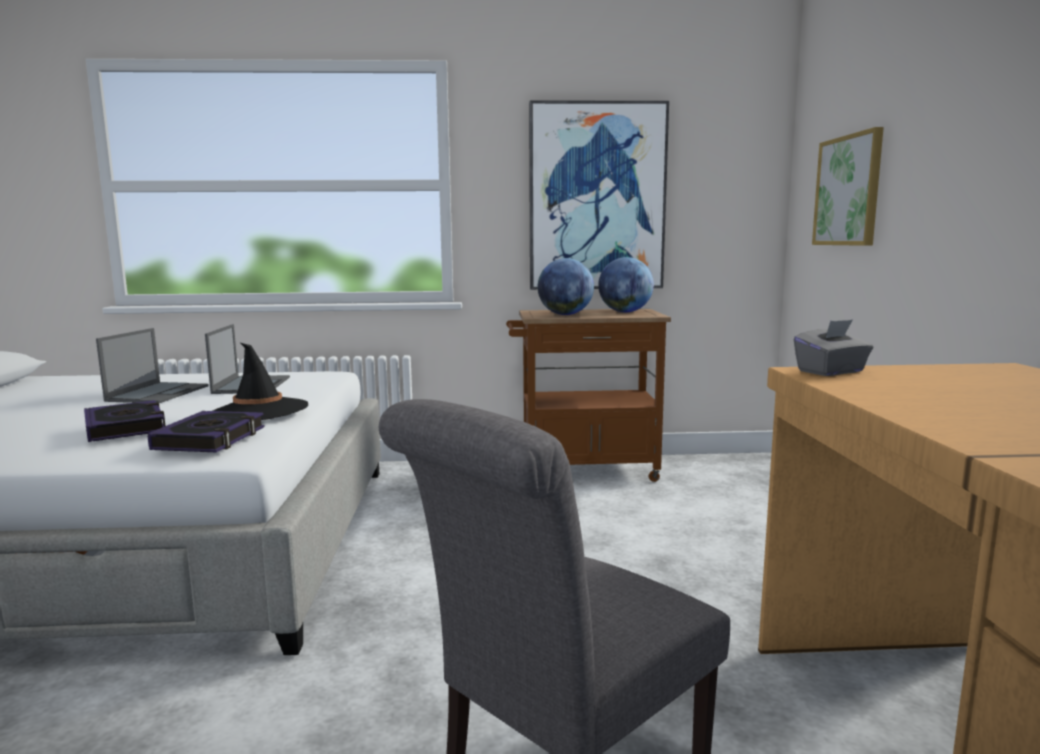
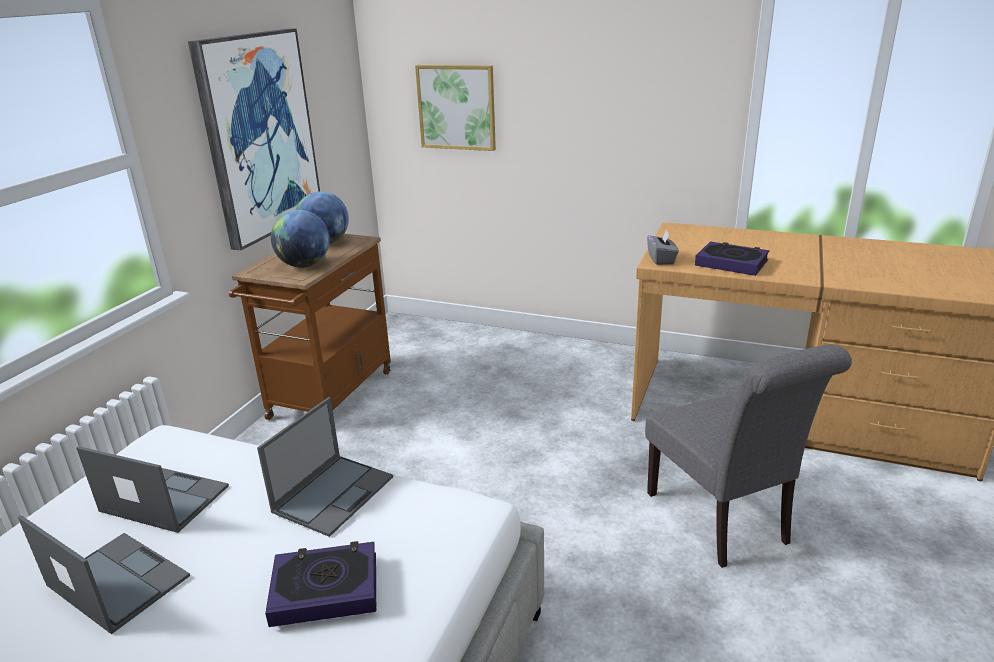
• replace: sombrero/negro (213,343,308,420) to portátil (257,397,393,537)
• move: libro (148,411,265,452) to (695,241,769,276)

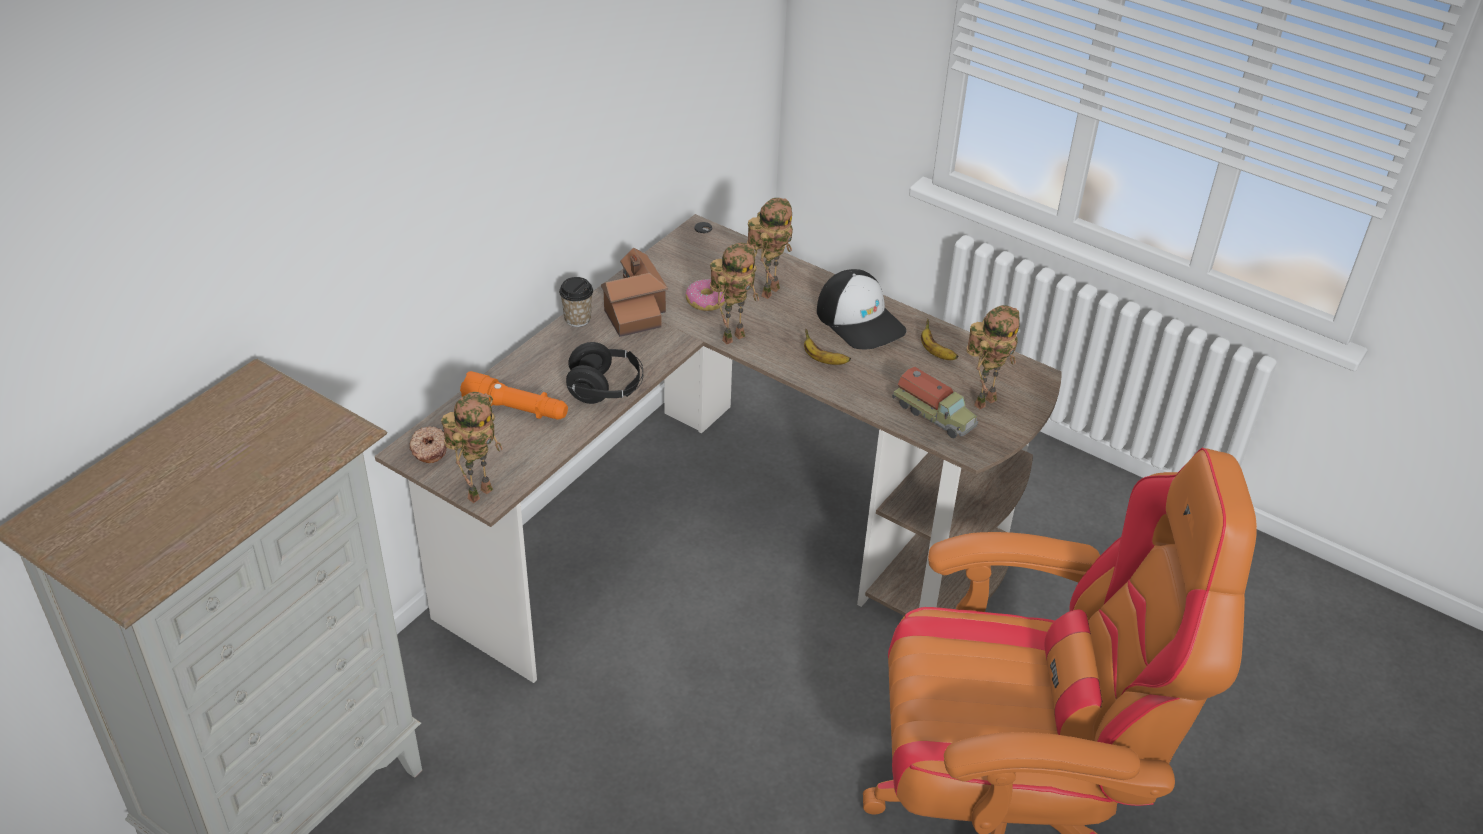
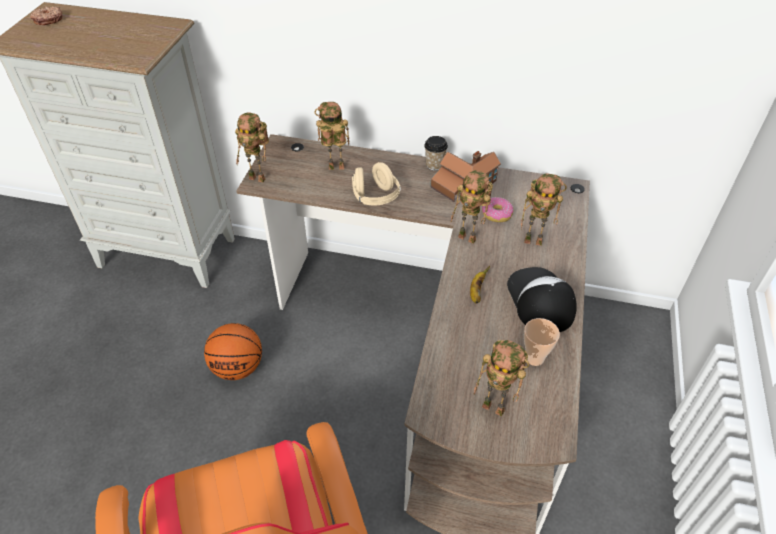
• move: rosquilla (410,426,447,463) to (30,6,62,25)
• insert: balón de baloncesto (204,323,262,380)
• replace: linterna/naranja (460,371,568,420) to robot de juguete (315,102,349,170)
• recolor: auriculares/negro (566,342,643,404) to auriculares/beis (352,162,401,205)
• rotate: gorra (817,269,906,349) = (507,267,577,332) 135 degrees clockwise
• replace: plátano (921,319,959,360) to taza (524,318,560,366)
• delete: camión de juguete (892,367,978,438)

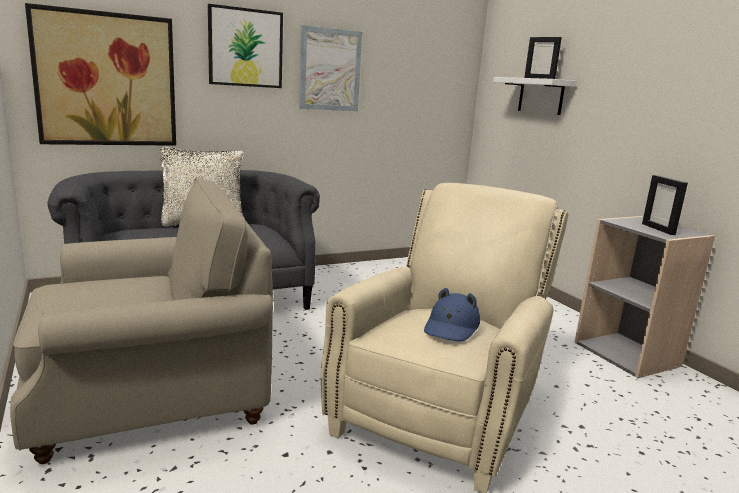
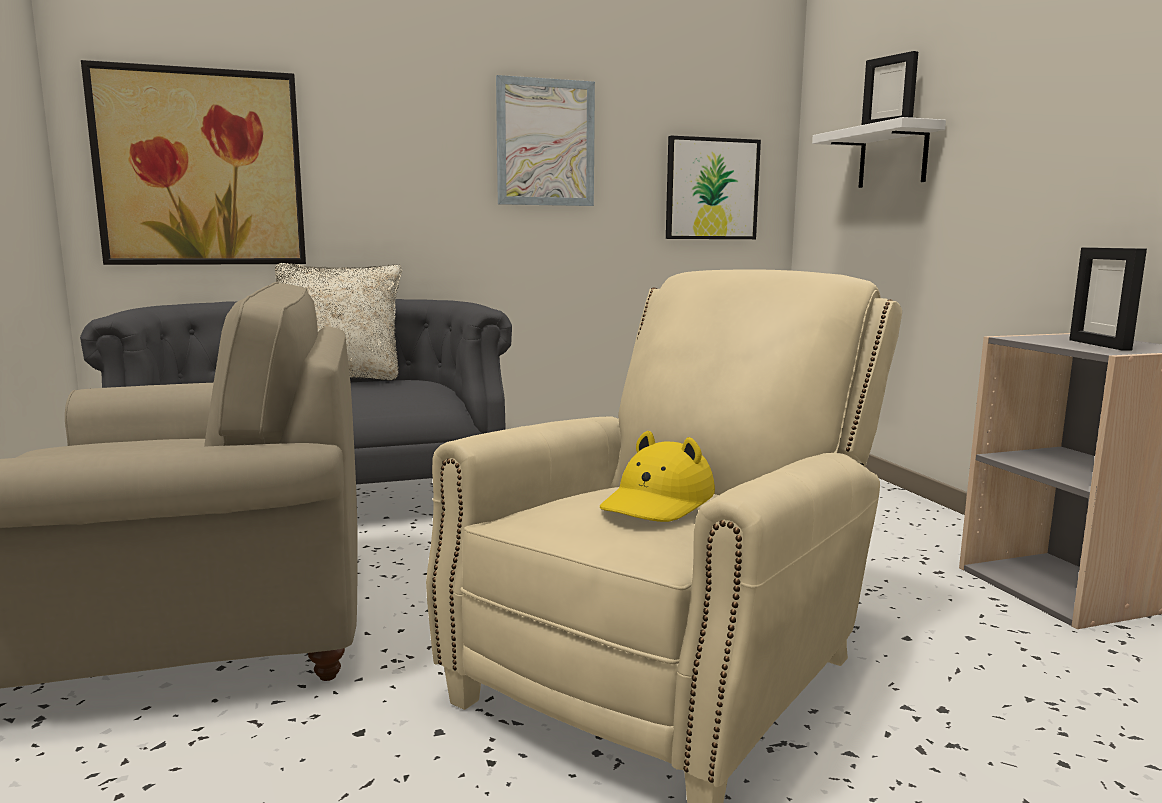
• recolor: sombrero/azul (424,288,480,342) to sombrero/amarillo (600,431,715,522)
• move: cuadro (208,4,283,88) to (666,136,761,239)

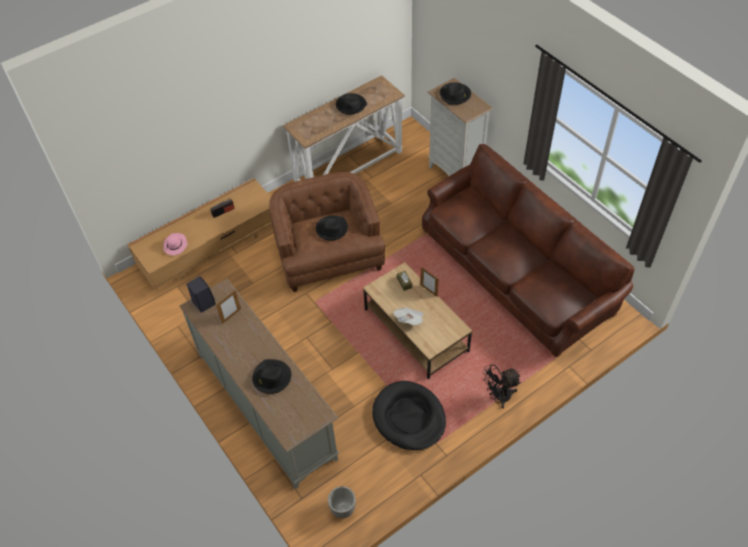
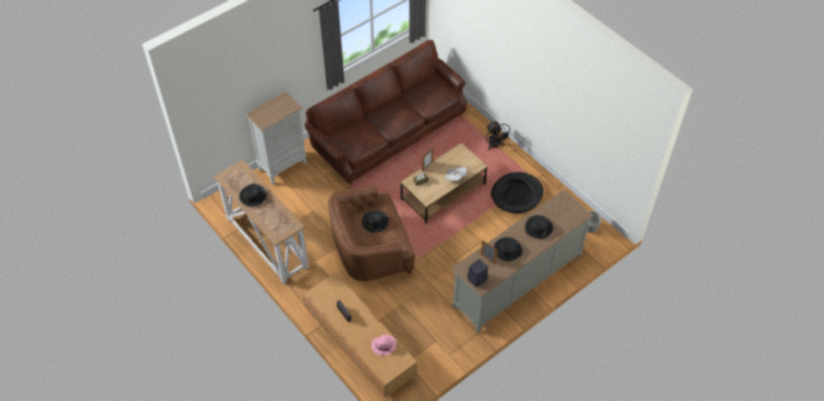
• move: sombrero/negro (440,82,471,105) to (494,237,523,261)

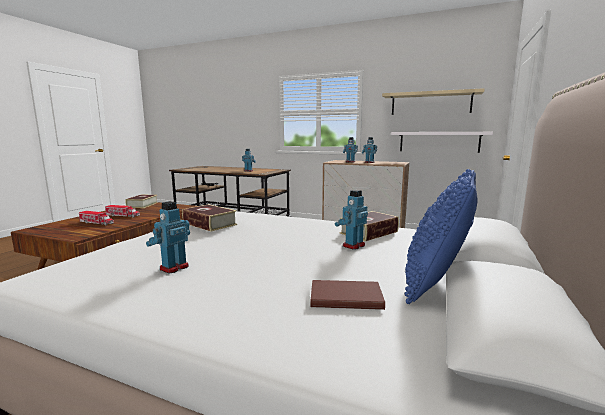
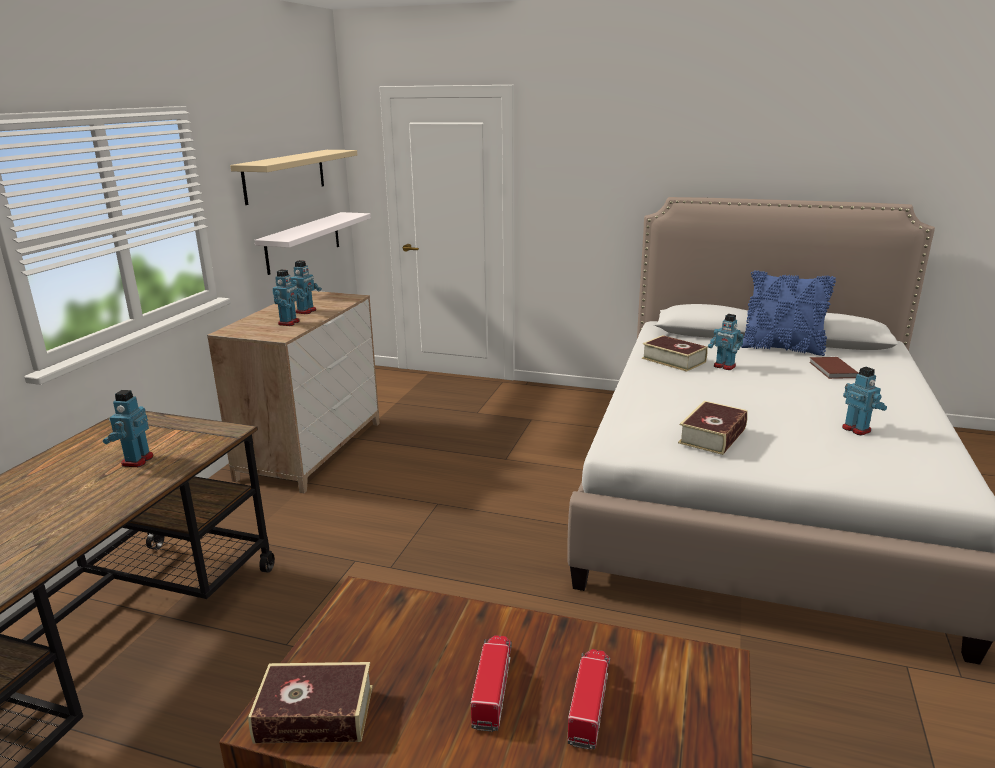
• rotate: robot de juguete (146,201,190,273) = (842,367,887,436) 150 degrees counterclockwise

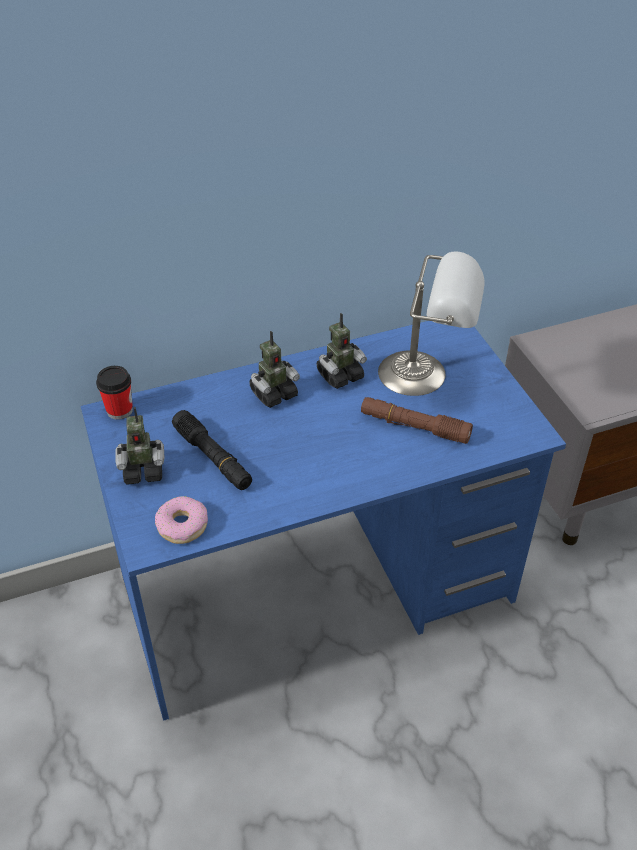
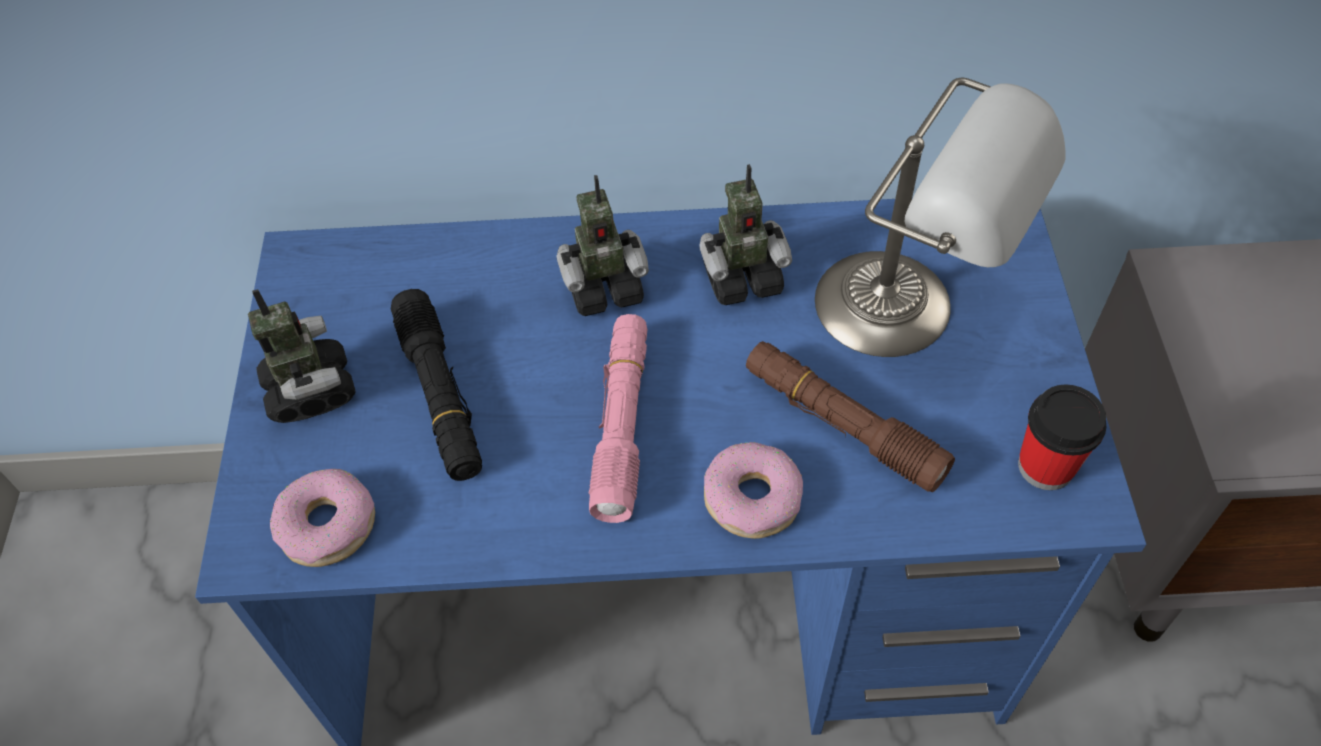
• rotate: robot de juguete (115,407,165,485) = (248,289,356,423) 120 degrees counterclockwise
• insert: linterna/rosa (589,314,647,523)
• insert: rosquilla (704,442,803,539)
• move: taza (96,366,133,420) to (1018,384,1106,490)

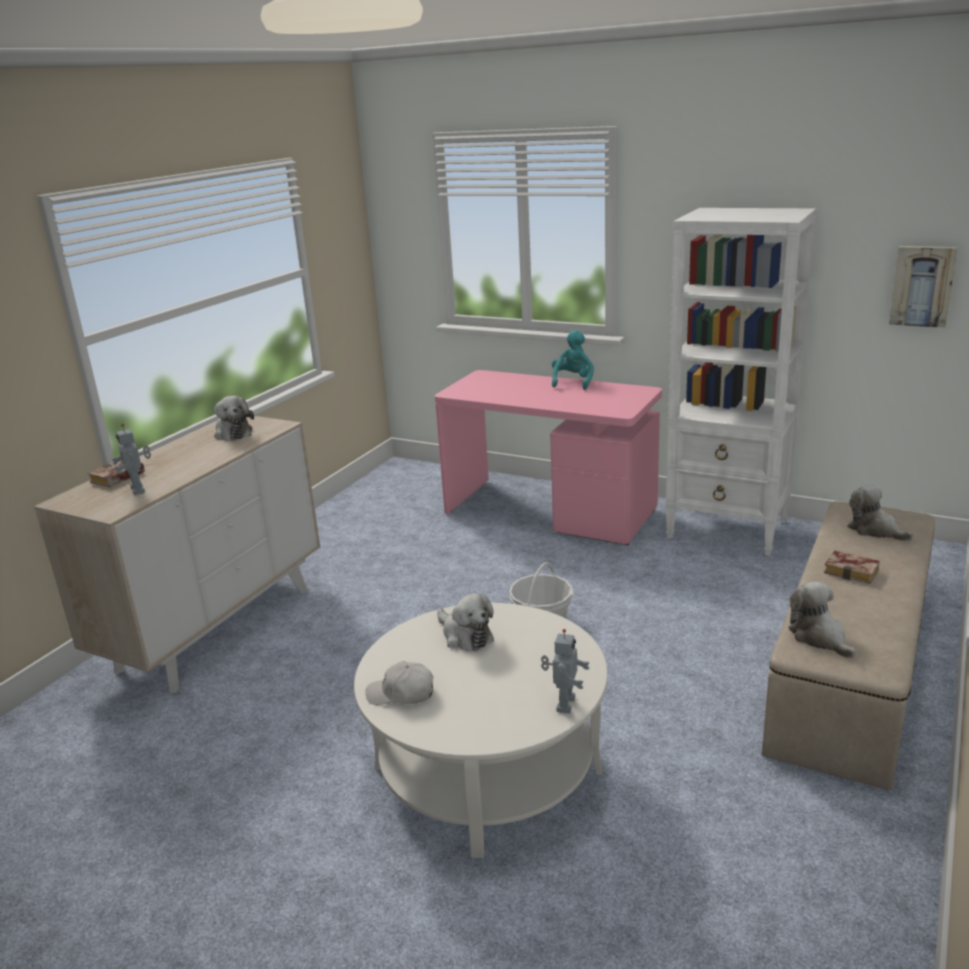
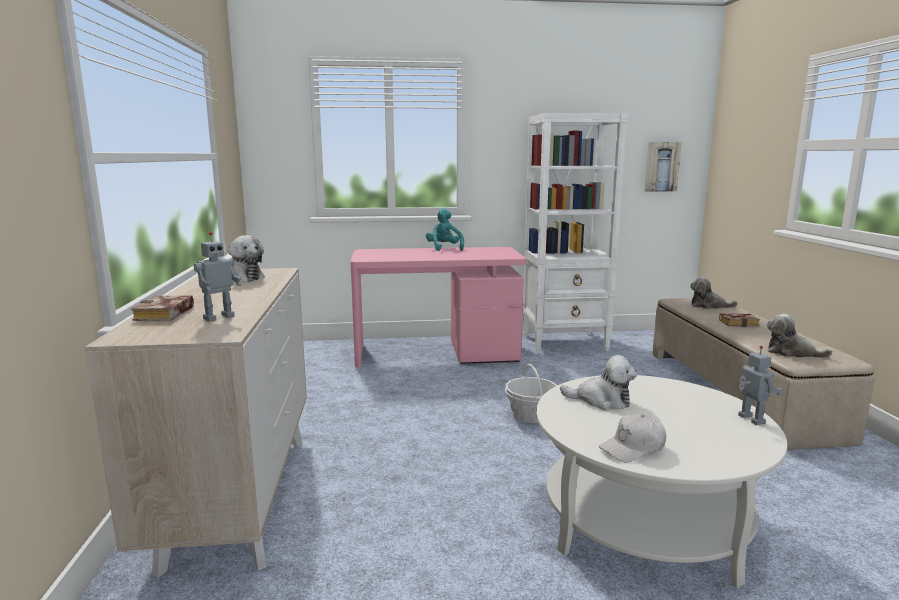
• rotate: robot de juguete (112,424,151,495) = (194,232,241,322) 75 degrees counterclockwise

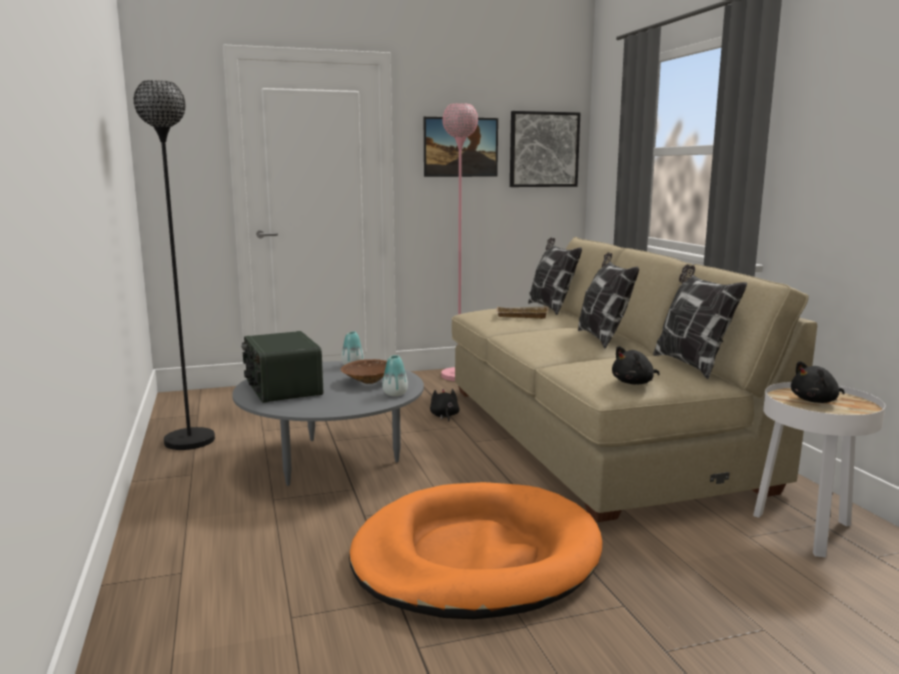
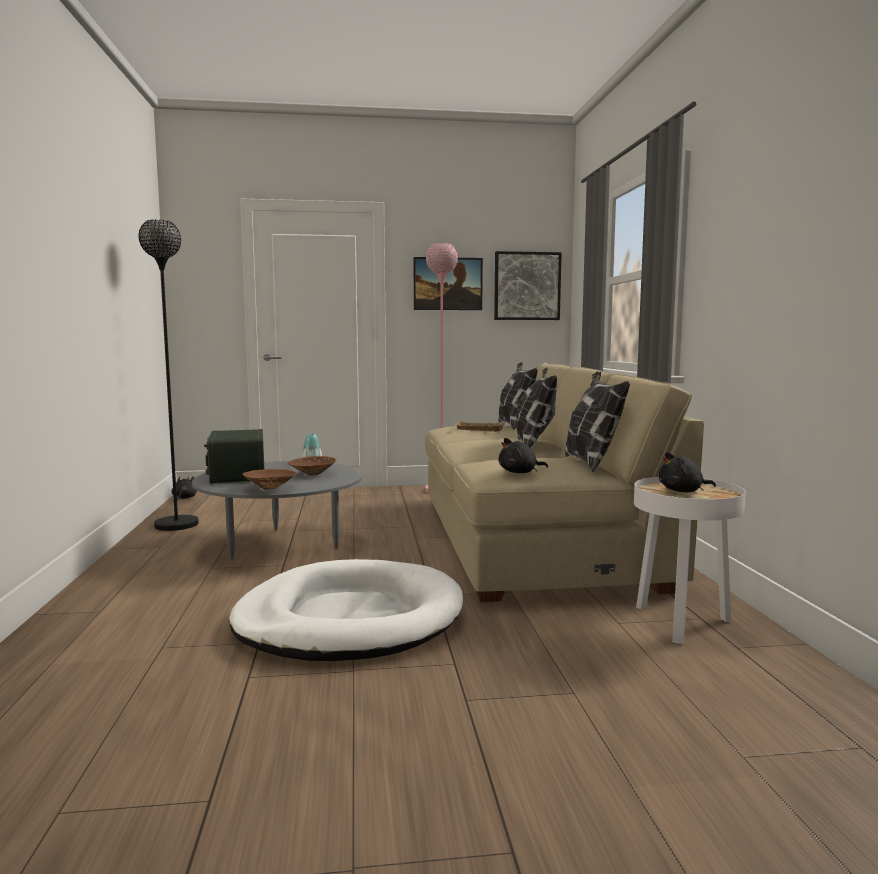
• move: peluche/negro (430,389,460,422) to (172,477,197,501)
• recolor: cama para perro/naranja (349,482,602,619) to cama para perro/blanco (229,559,463,661)
• insert: cuenco/marrón (242,469,297,489)
• delete: florero (382,355,408,396)

